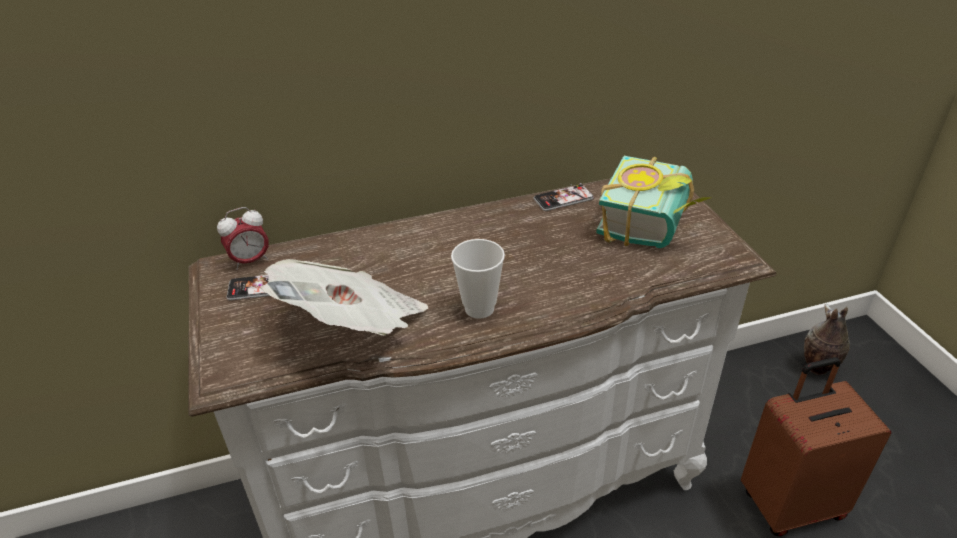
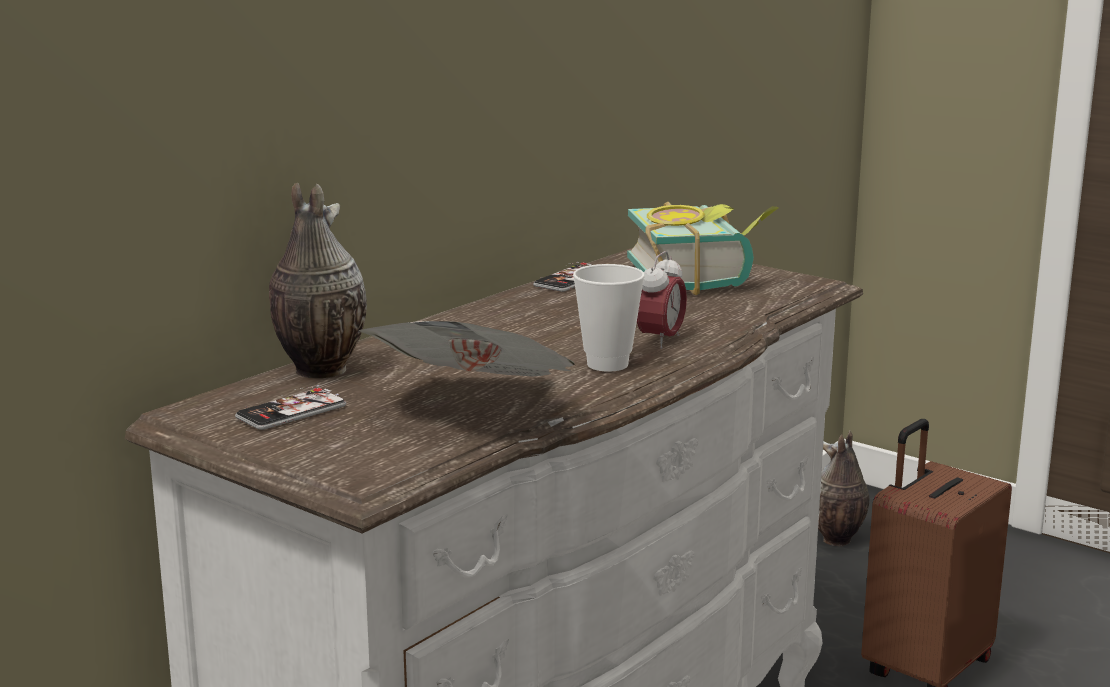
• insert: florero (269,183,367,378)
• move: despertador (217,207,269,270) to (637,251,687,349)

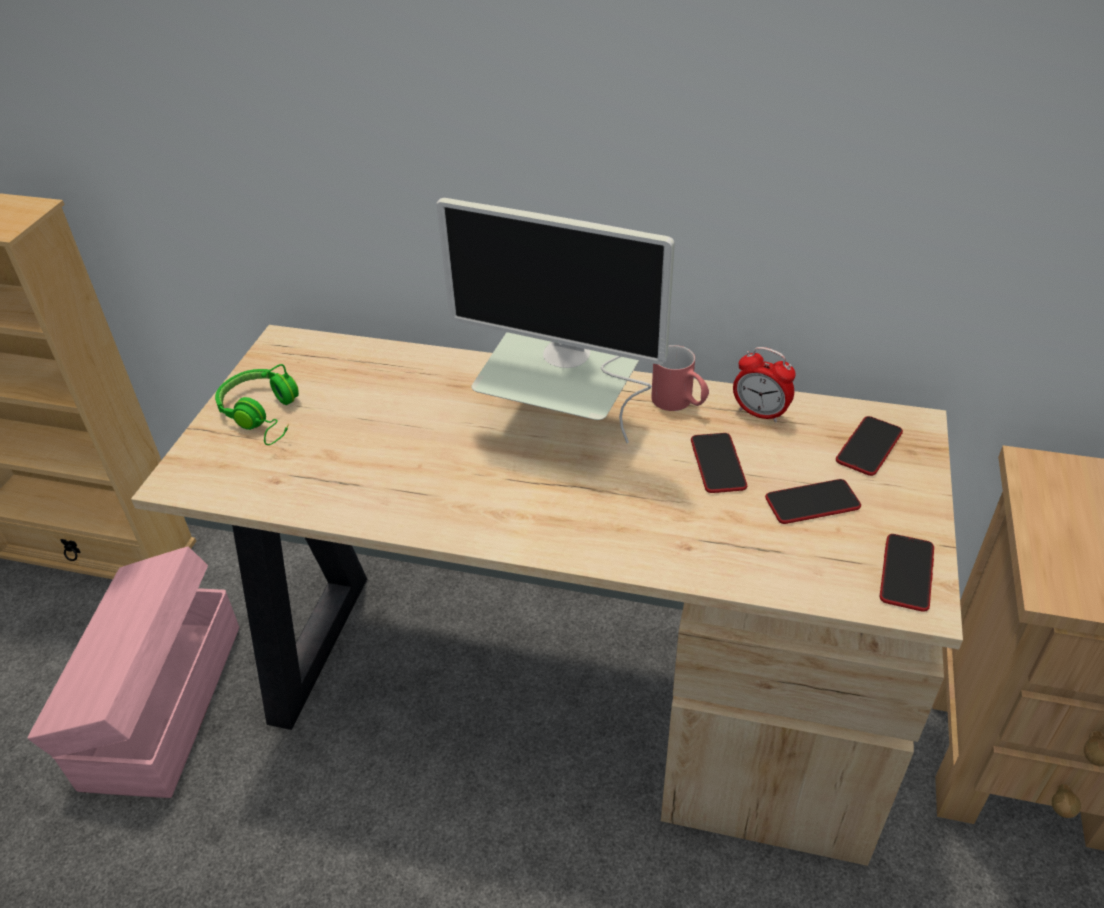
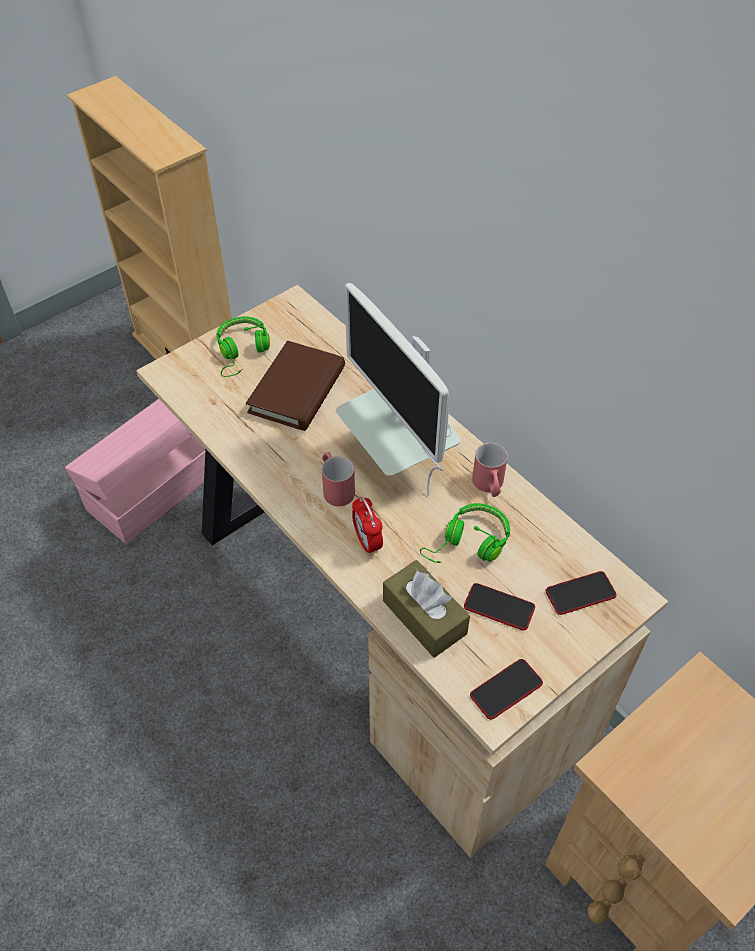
• insert: libro/marrón (246,341,345,431)
• insert: taza grande/rojo (322,452,355,506)
• move: despertador (733,347,796,423) to (352,496,383,555)
• insert: caja de pañuelos/marrón (383,560,470,658)
• replace: móvil (691,433,747,493) to auriculares/verde (420,503,510,563)

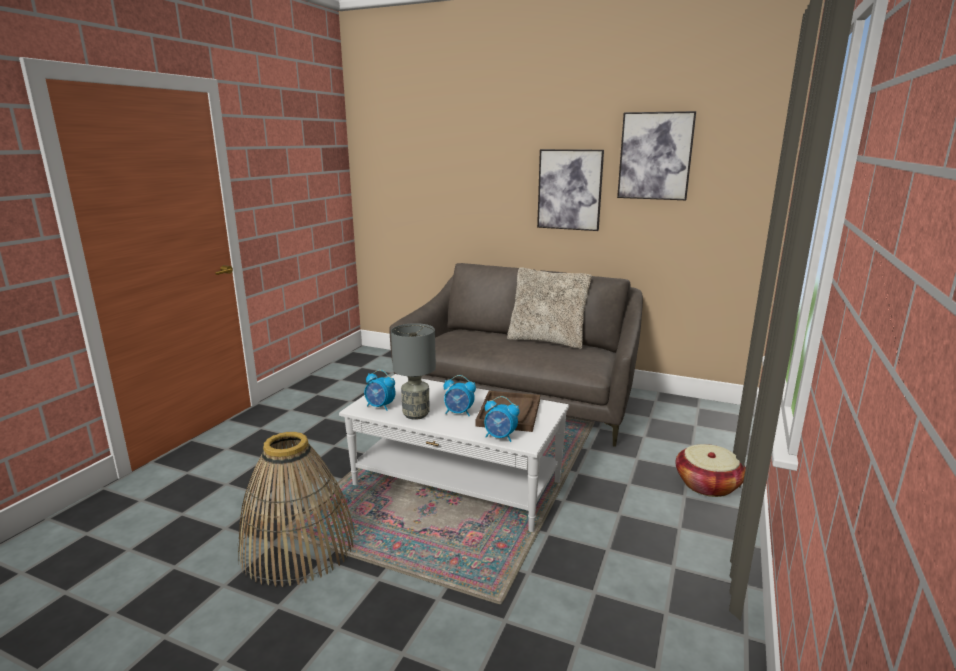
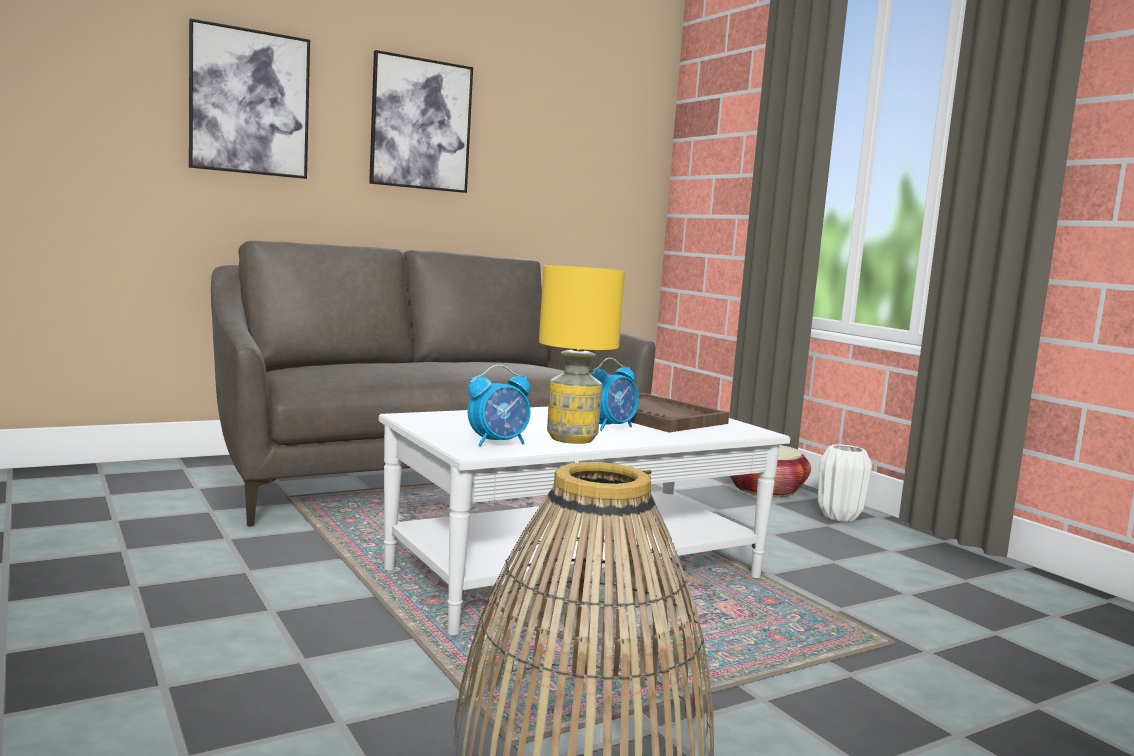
• move: cuadro (617,111,696,200) to (189,18,310,179)
• recolor: lámpara de mesa/gris (391,323,436,420) to lámpara de mesa/amarillo (539,265,625,444)
• insert: florero/blanco (818,444,872,522)
• delete: despertador (484,396,520,442)
• delete: cojín/beis (507,267,592,348)

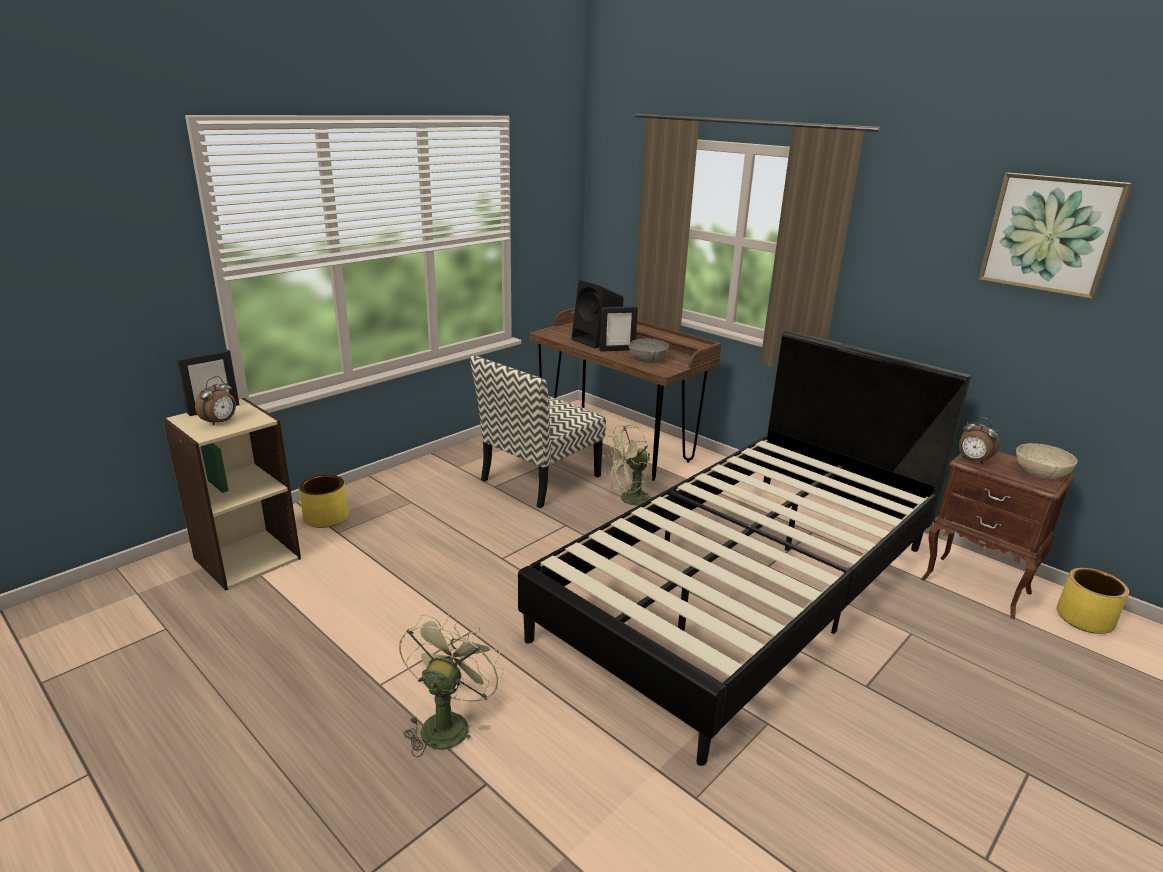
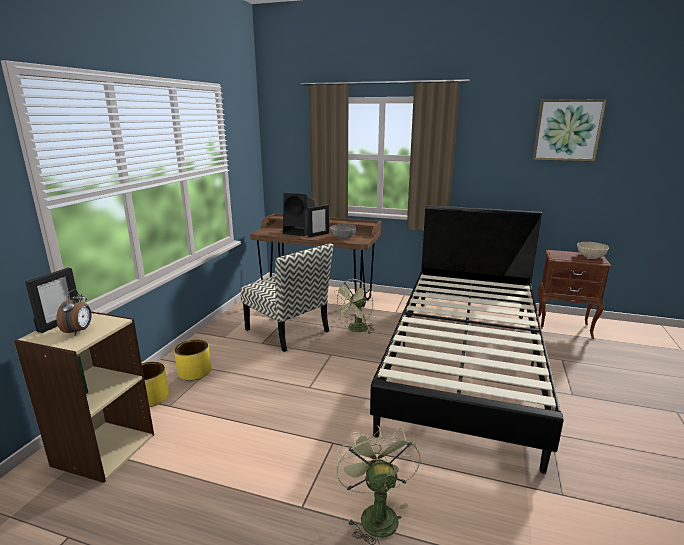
• move: maceta/amarillo (1057,568,1129,634) to (174,340,211,381)
• rotate: silla (470,356,606,508) = (240,243,333,352) 60 degrees counterclockwise
• delete: despertador (959,417,999,464)

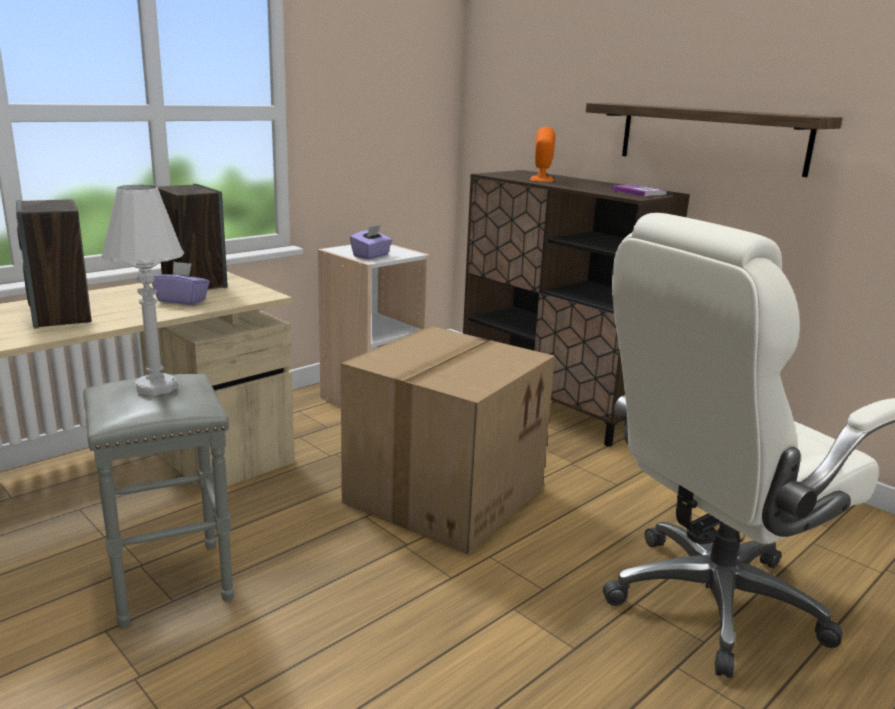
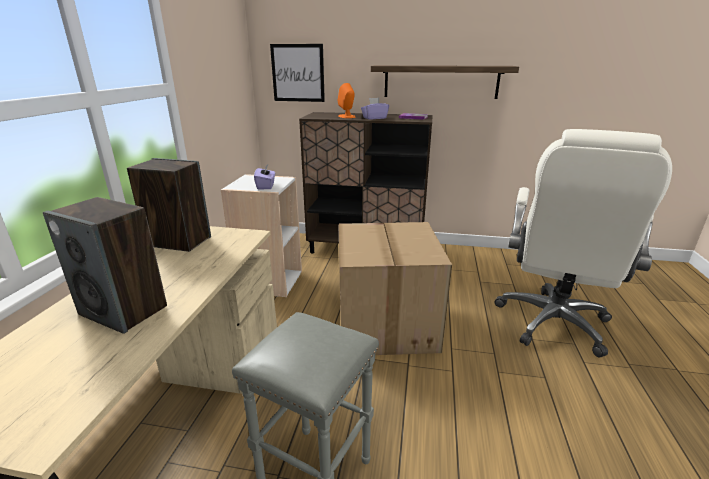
• insert: cuadro (270,44,325,102)
• move: caja de pañuelos/morado (152,261,210,305) to (361,98,389,120)
• delete: lámpara de mesa/blanco (101,185,184,396)

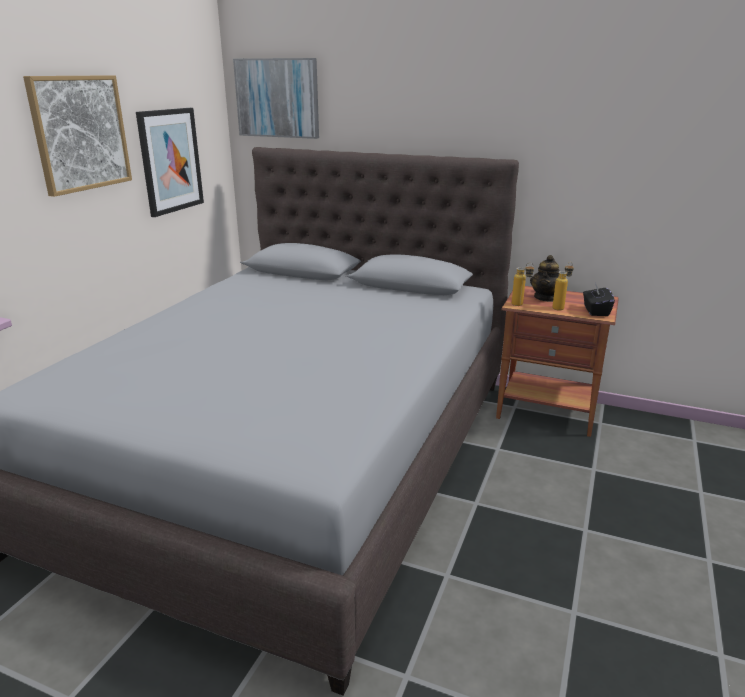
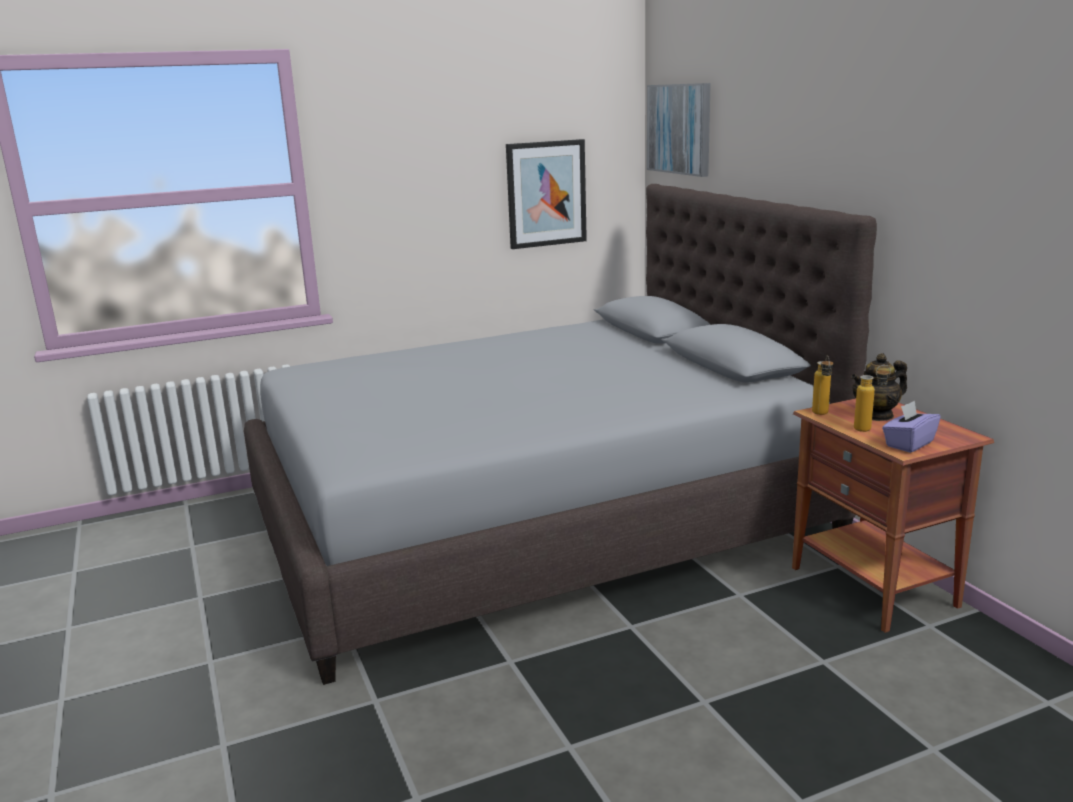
• recolor: caja de pañuelos/negro (583,283,615,316) to caja de pañuelos/morado (882,401,941,453)
• delete: cuadro (23,75,132,197)

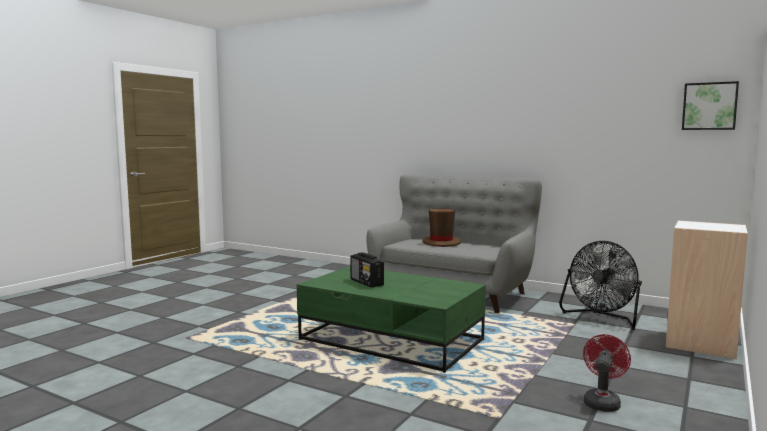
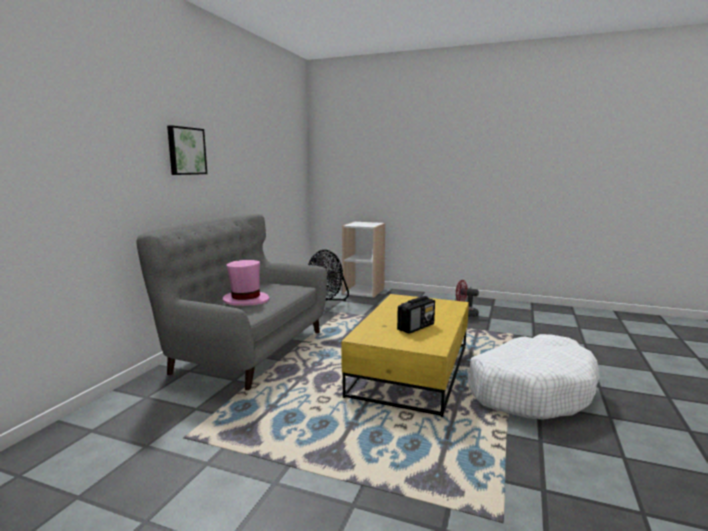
• move: cuadro (682,81,739,130) to (167,125,207,175)
• recolor: sombrero/marrón (422,209,461,247) to sombrero/rosa (223,260,269,306)
• recolor: mesa de centro/verde (297,266,486,373) to mesa de centro/amarillo (341,294,469,417)
• insert: cama para perro/blanco (468,334,600,420)

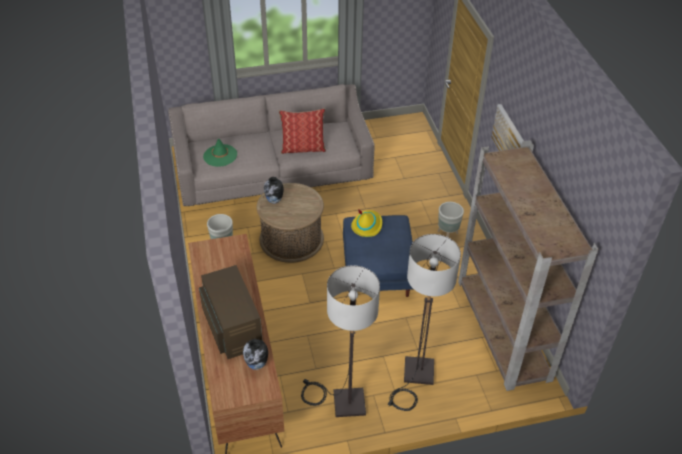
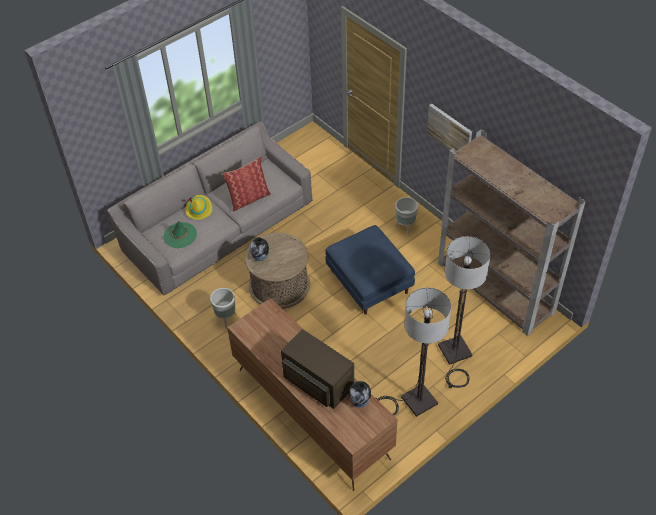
• move: sombrero/amarillo (351,210,382,237) to (186,195,212,220)

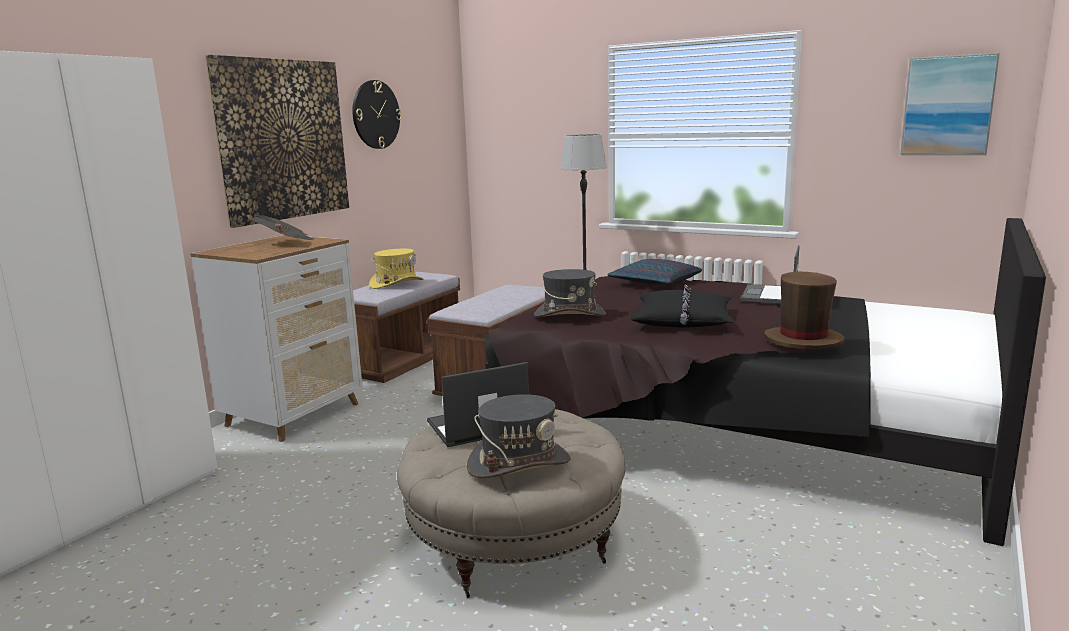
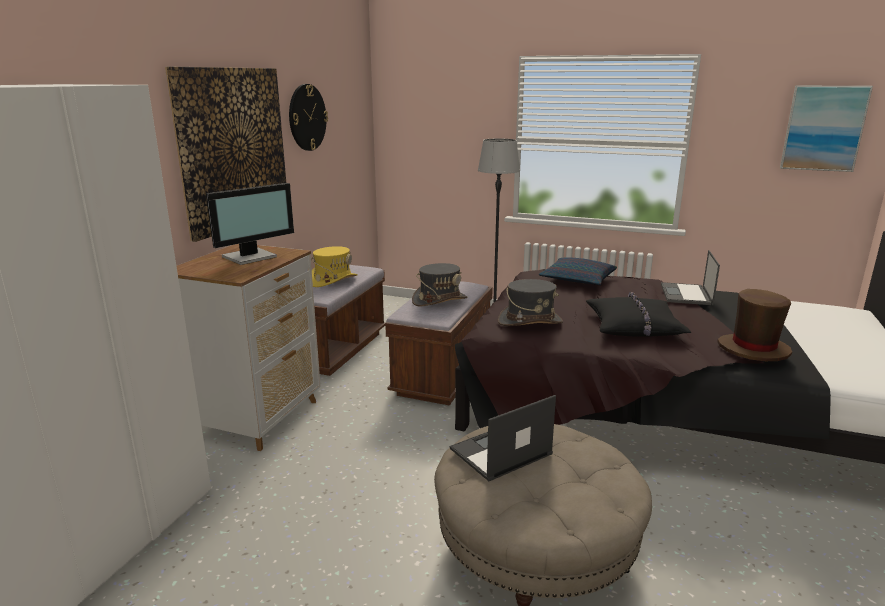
• replace: periódico (251,215,314,240) to monitor (206,183,294,265)
• move: sombrero/gris (467,394,571,478) to (412,263,467,307)

